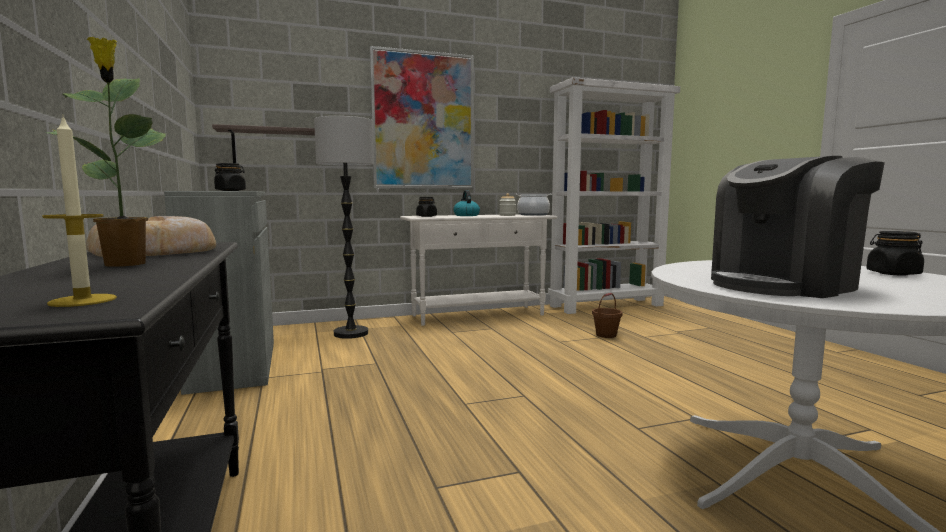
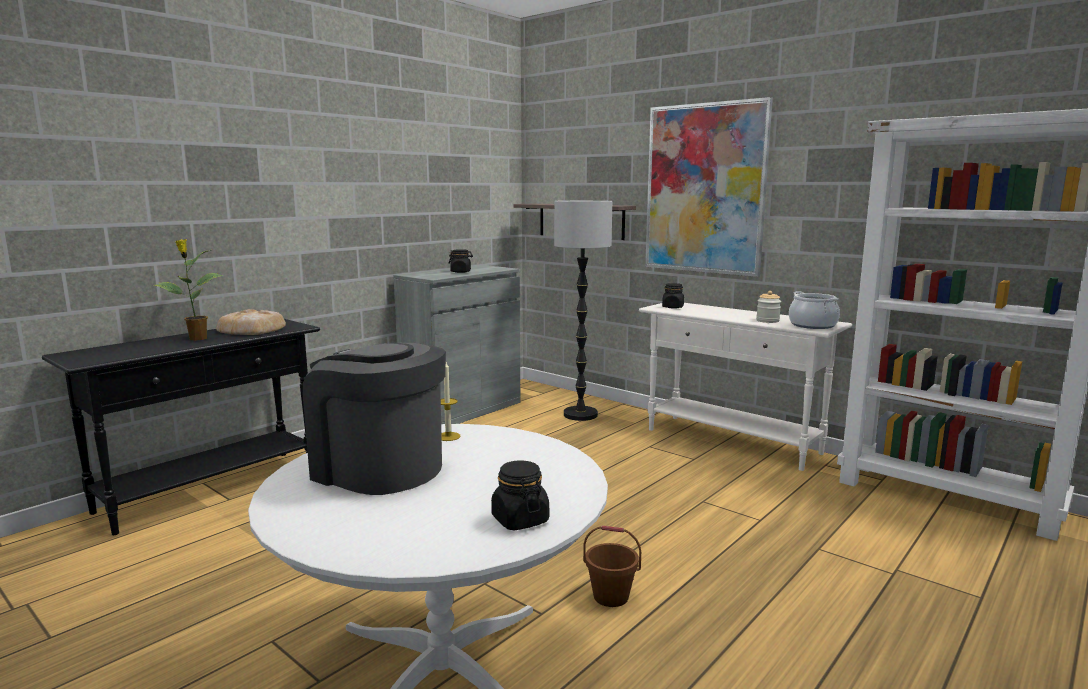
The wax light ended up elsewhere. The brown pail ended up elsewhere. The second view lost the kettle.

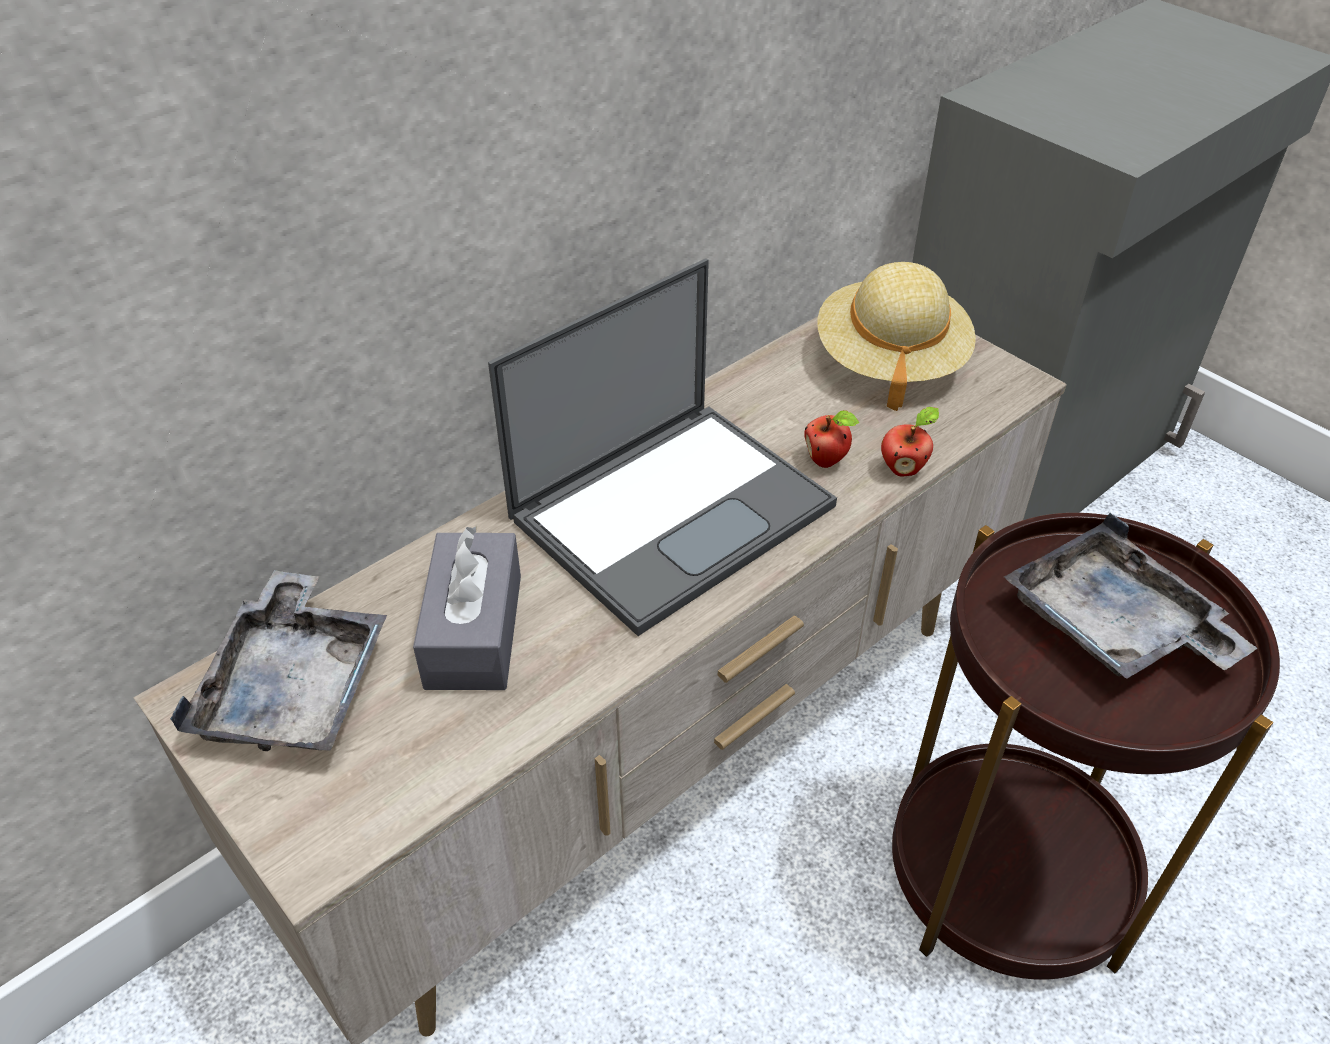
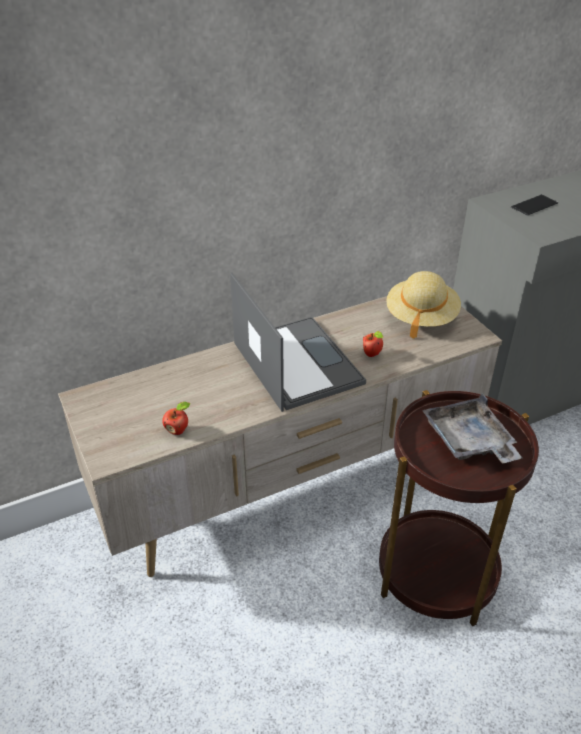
The apple (no. 2 from left in the first image) ended up elsewhere. The portable computer ended up facing another way, 90 degrees counterclockwise from before. The second view gained the handset. The second view lost the grey carrying tray (no. 1 from left). The second view lost the grey tissue box.

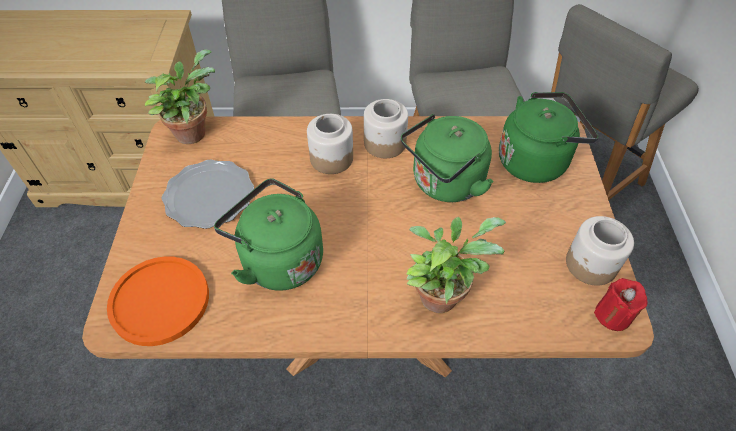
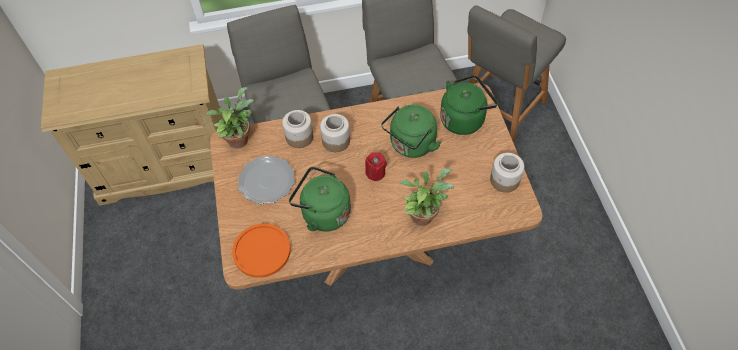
The jar (no. 2 from left in the first image) ended up elsewhere. The red wax light ended up elsewhere.

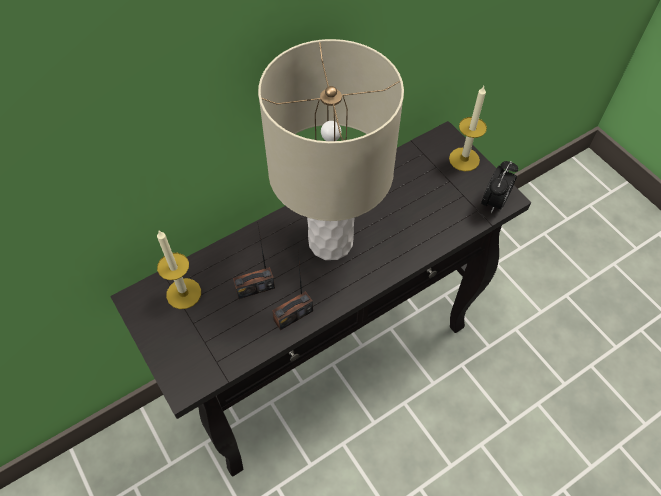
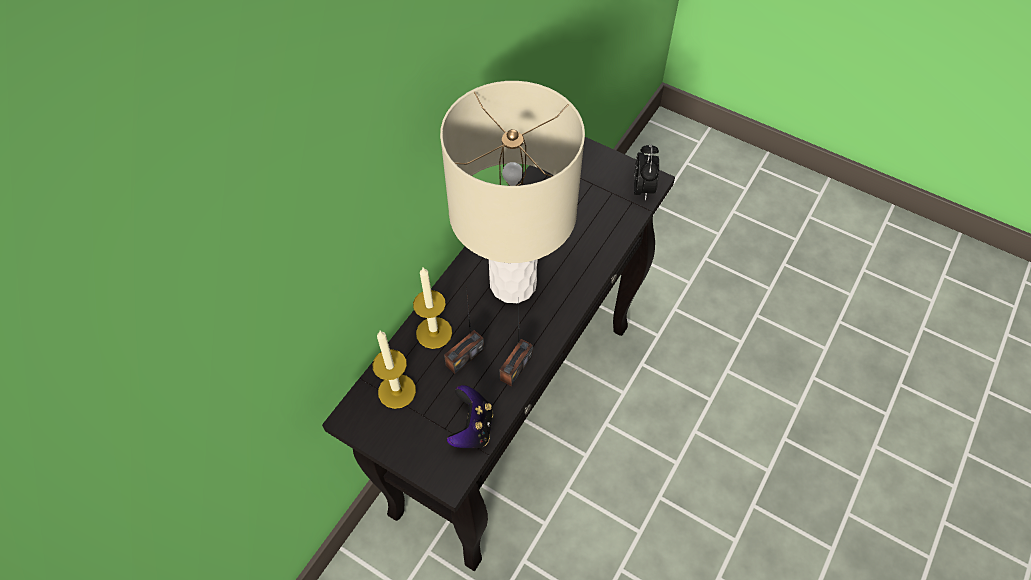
The wax light (no. 2 from left) ended up elsewhere. The second view gained the joypad.

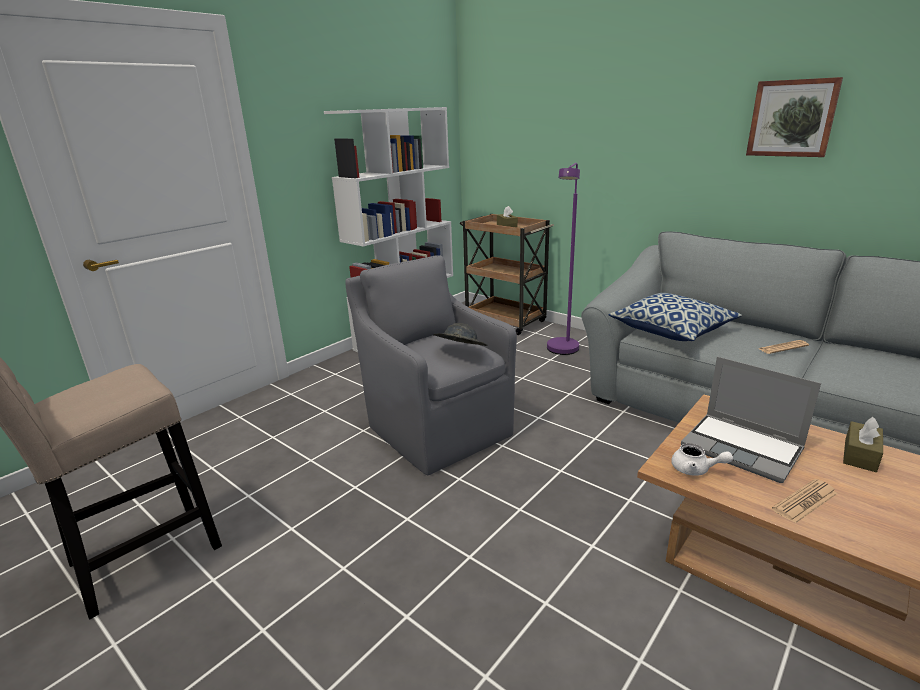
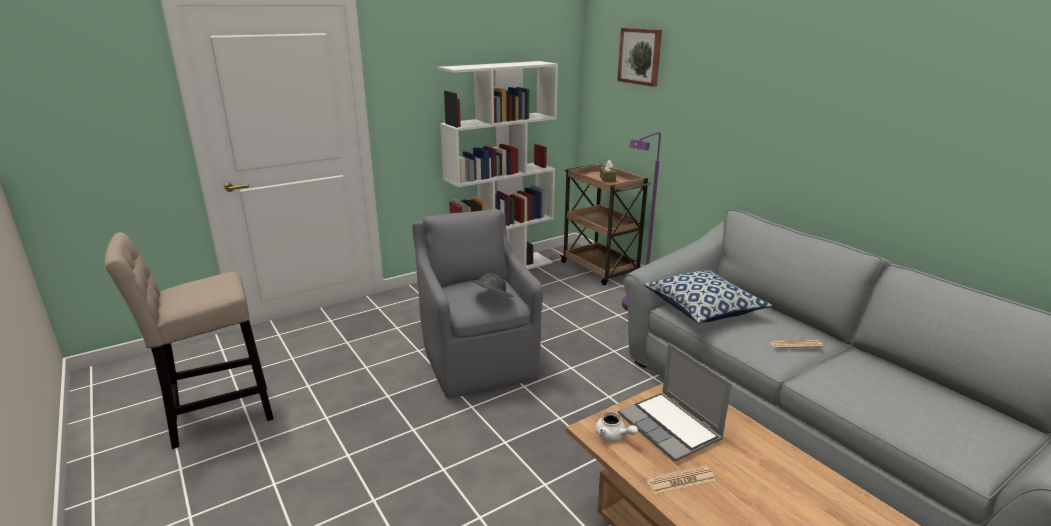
The wall art ended up elsewhere. The second view lost the brown tissue box (no. 2 from left).

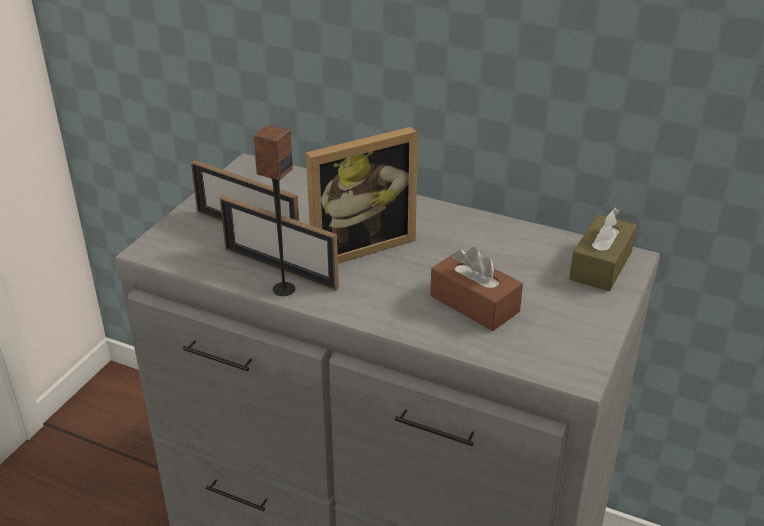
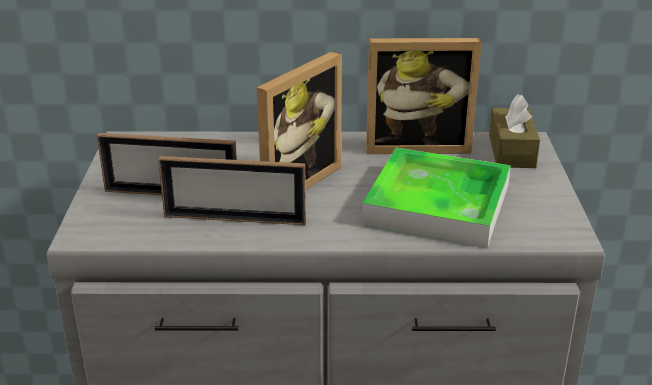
Where the brown tissue box (no. 1 from left) stood, the carrying tray came to stand. The second view gained the picture frame (no. 4 from left). The second view lost the speaker.

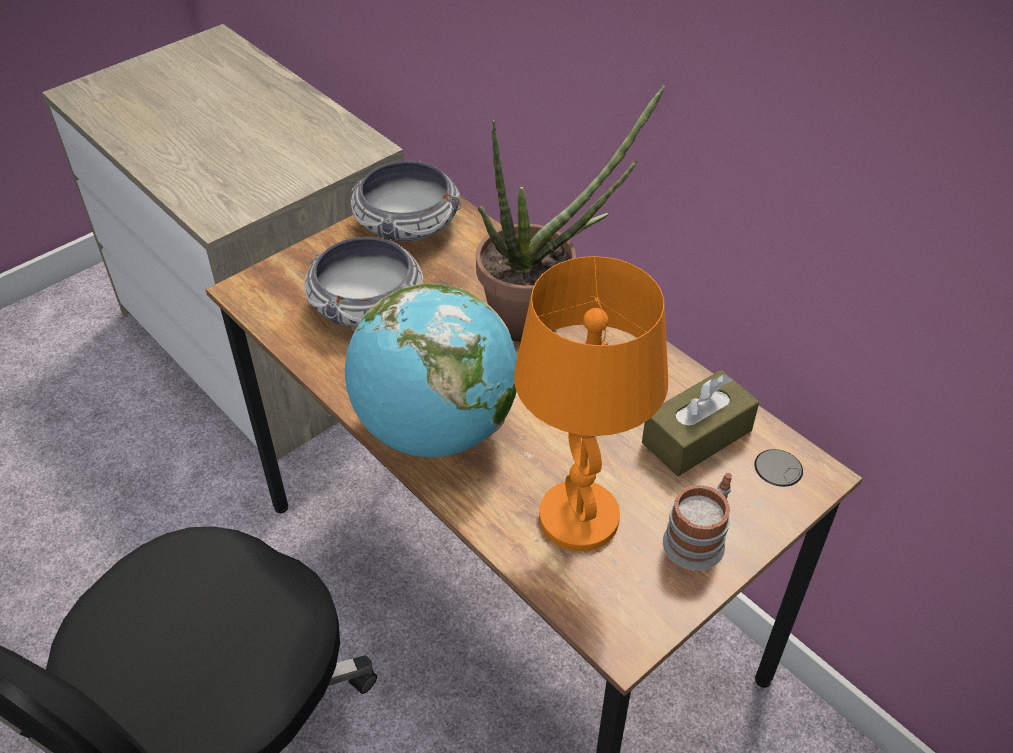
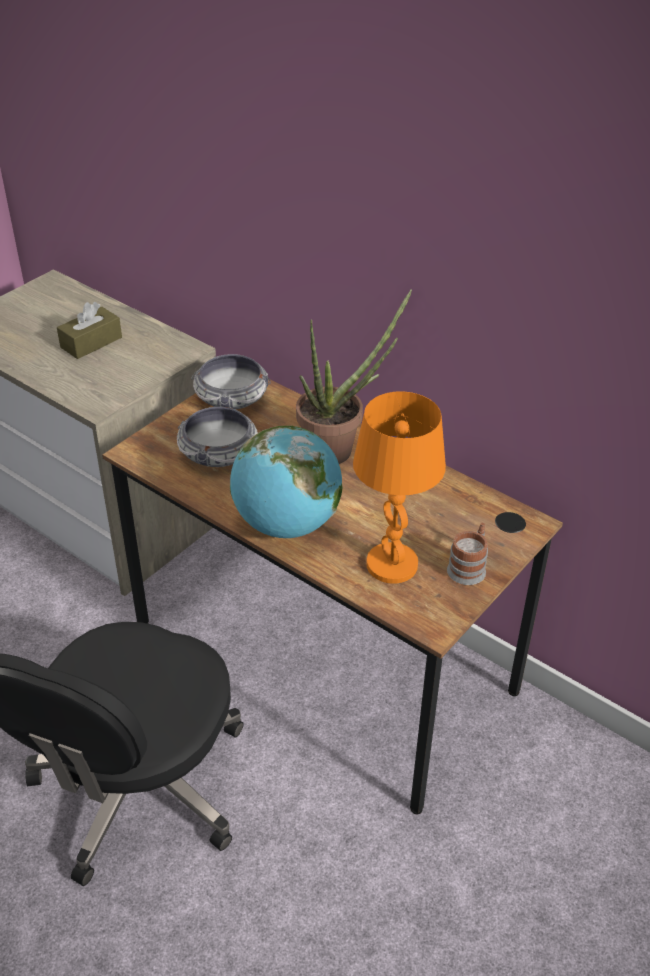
The brown tissue box ended up elsewhere.

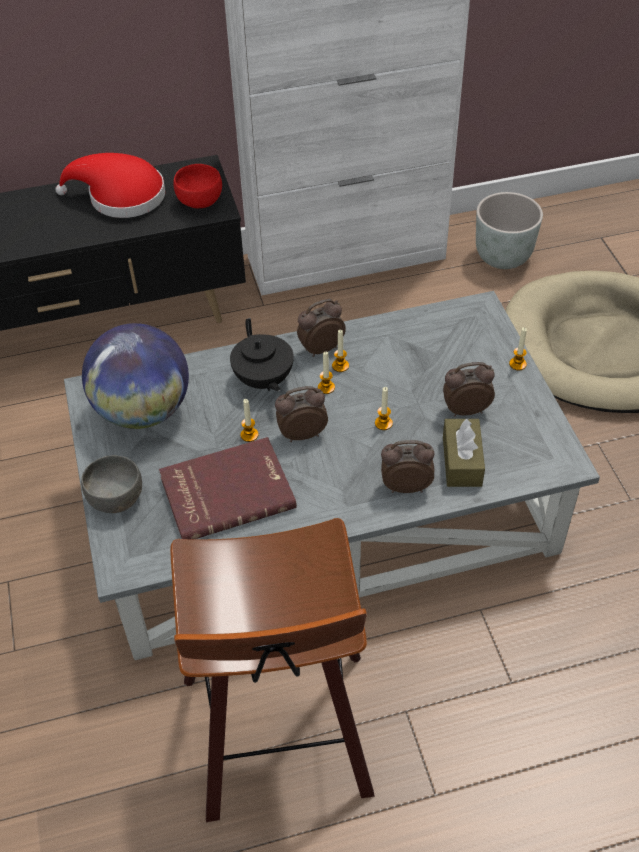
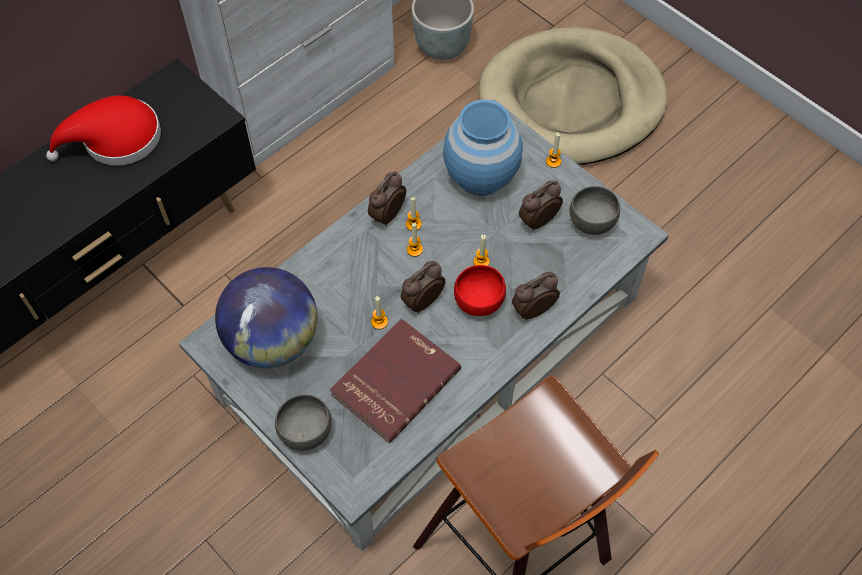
The second view gained the blue vase. The red serving bowl ended up elsewhere. The second view gained the grey serving bowl (no. 2 from left). The second view lost the black-coloured teapot. The second view lost the brown tissue box.

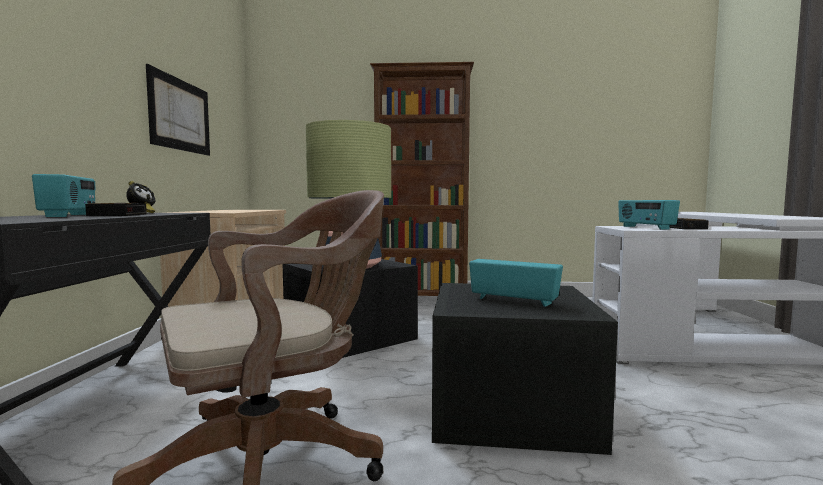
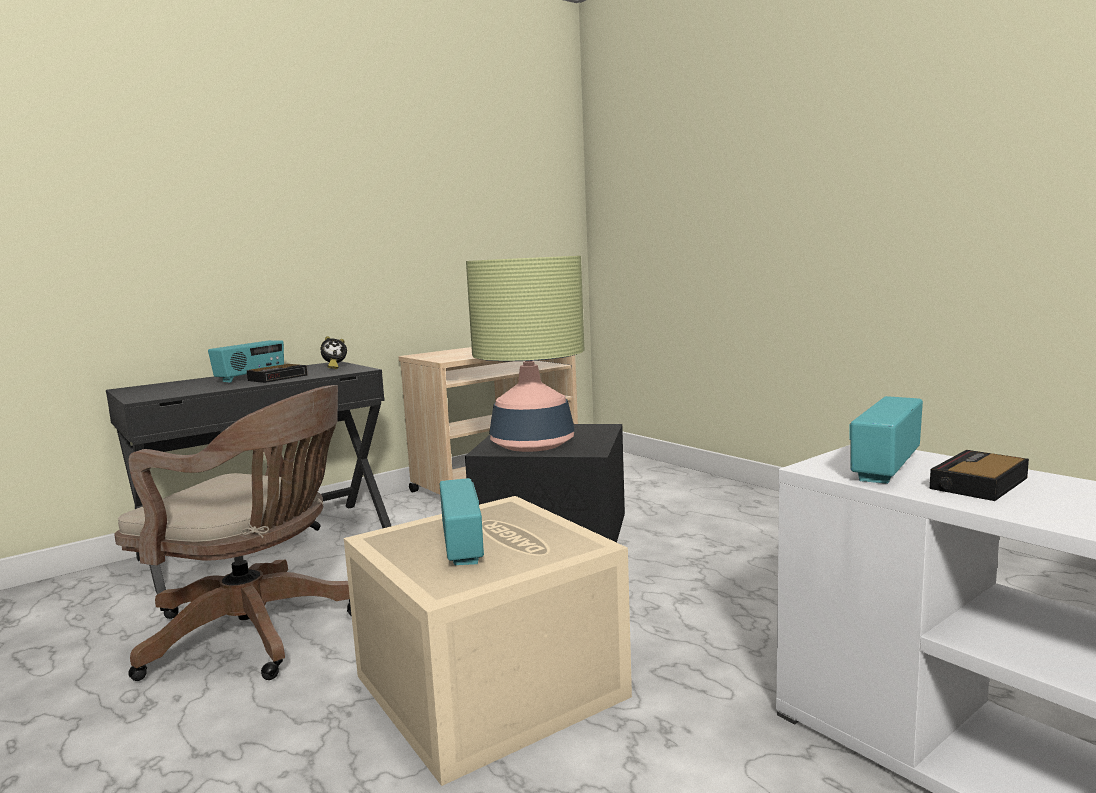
What was the black-coloured storage bin (no. 2 from left) turned into the beige storage bin. The second view lost the wall art. The second view lost the brown bookcase.

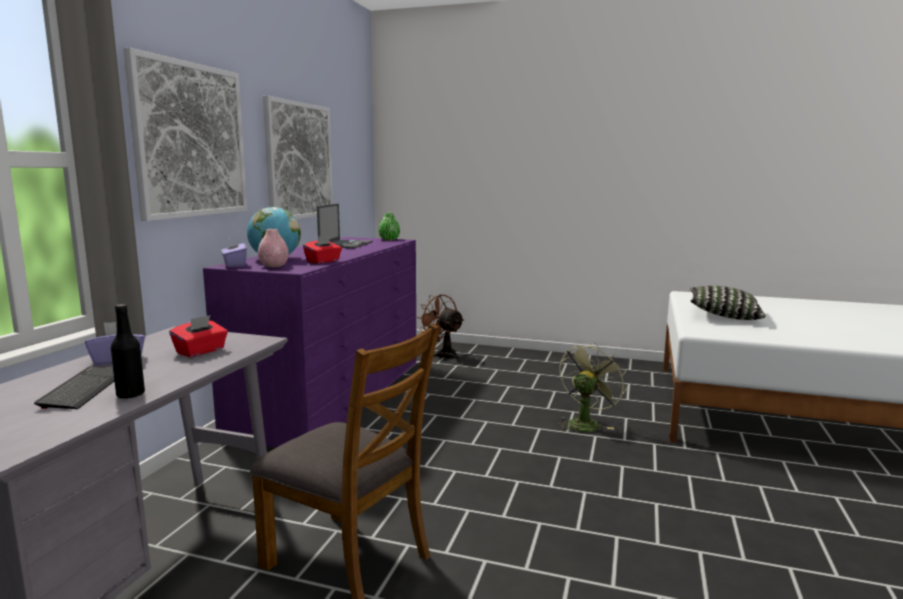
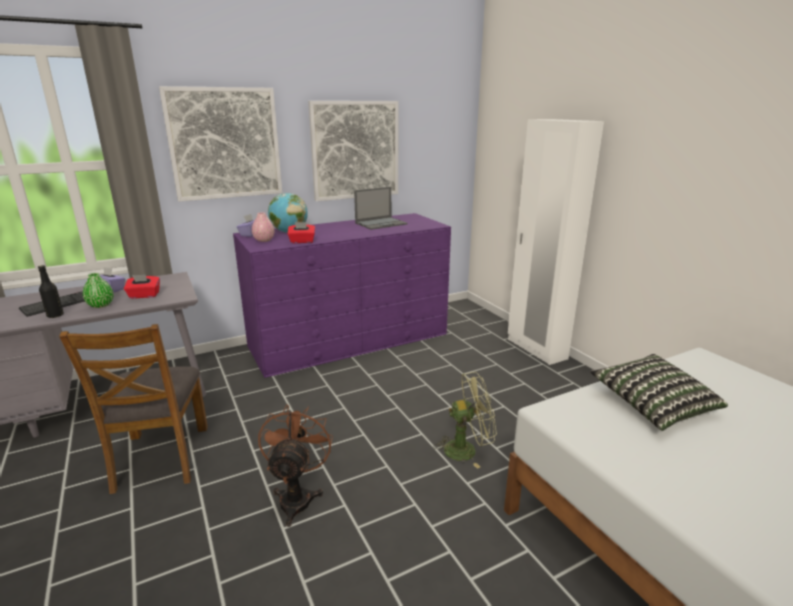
The green vase ended up elsewhere. The brown electric fan ended up elsewhere. The second view gained the whitish clothes cupboard.

